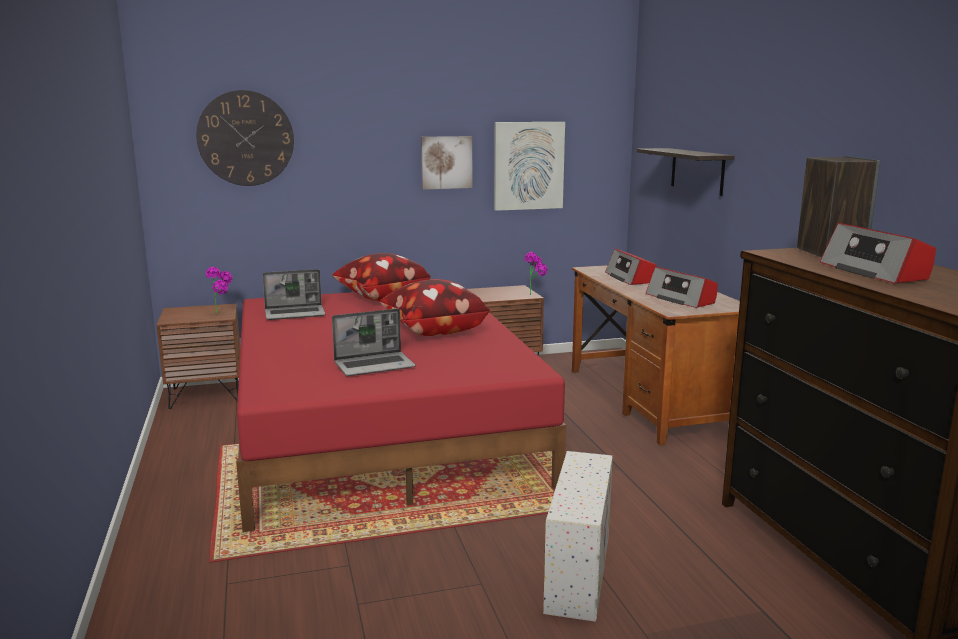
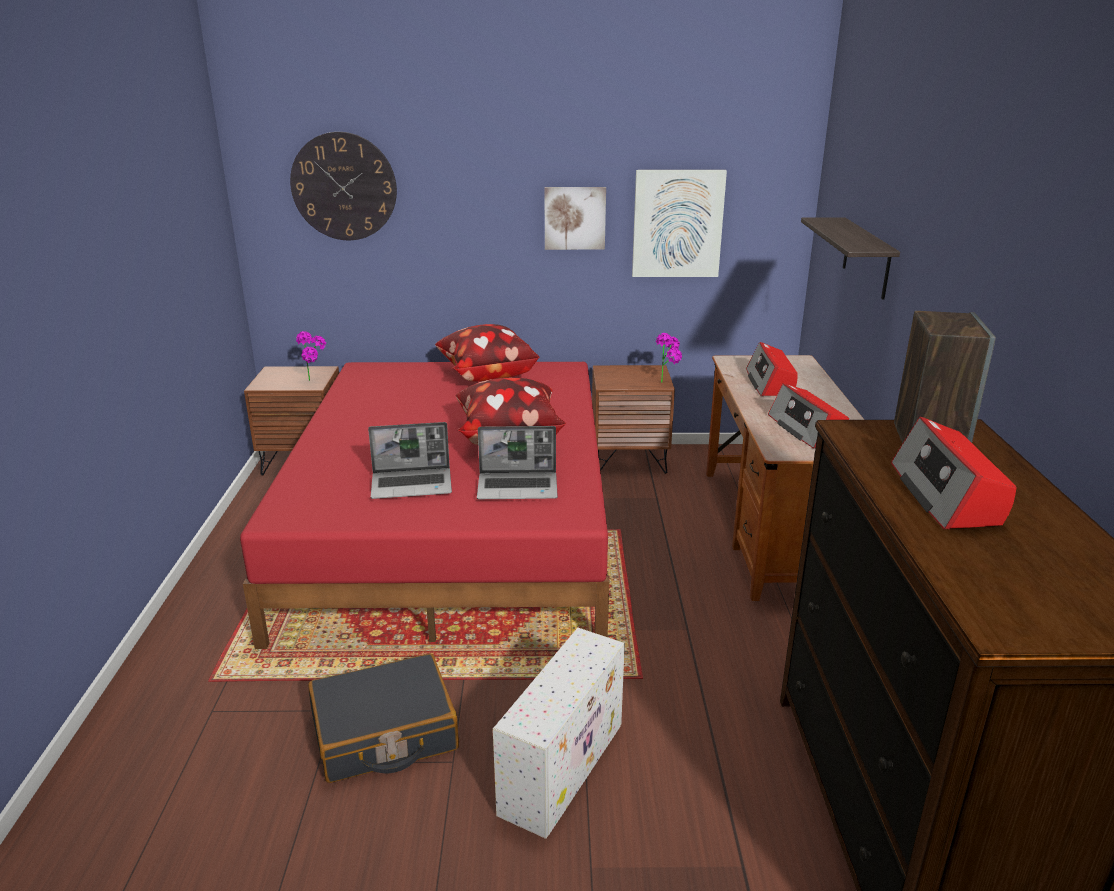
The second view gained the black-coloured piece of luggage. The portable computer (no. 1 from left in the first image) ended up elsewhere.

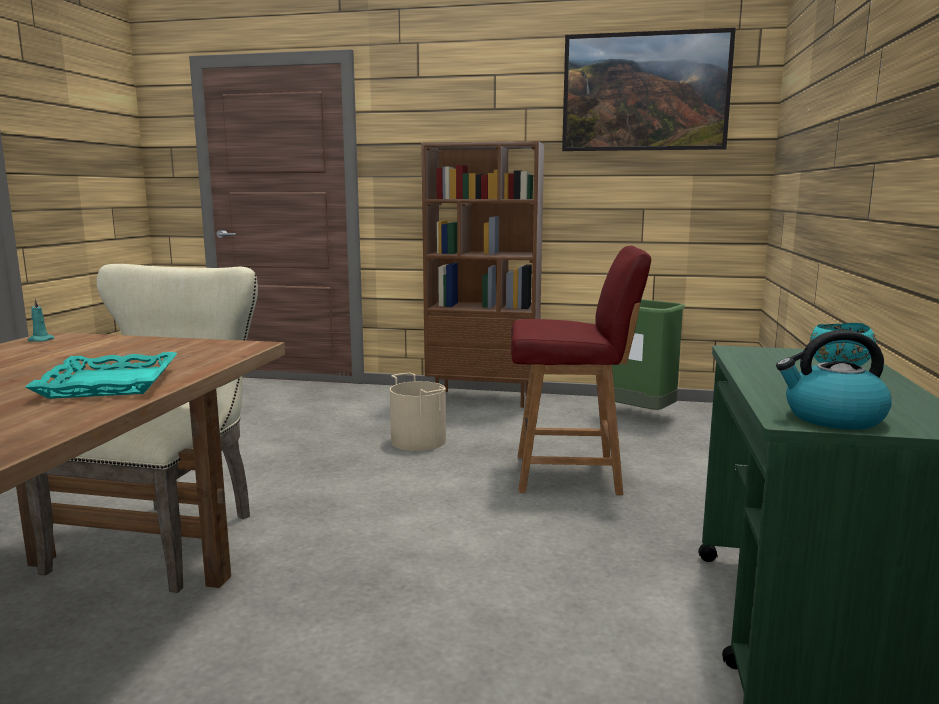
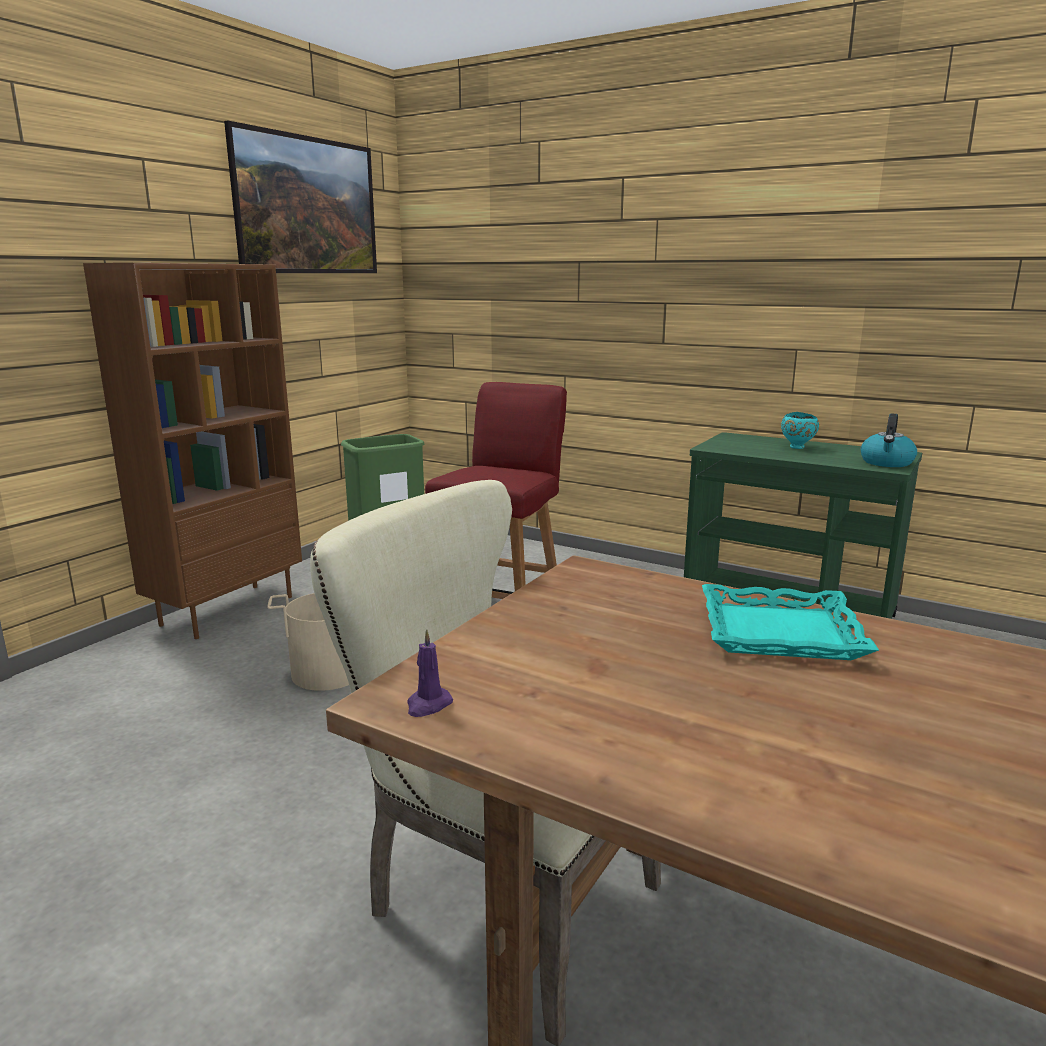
What was the turquoise wax light turned into the purple-coloured wax light.

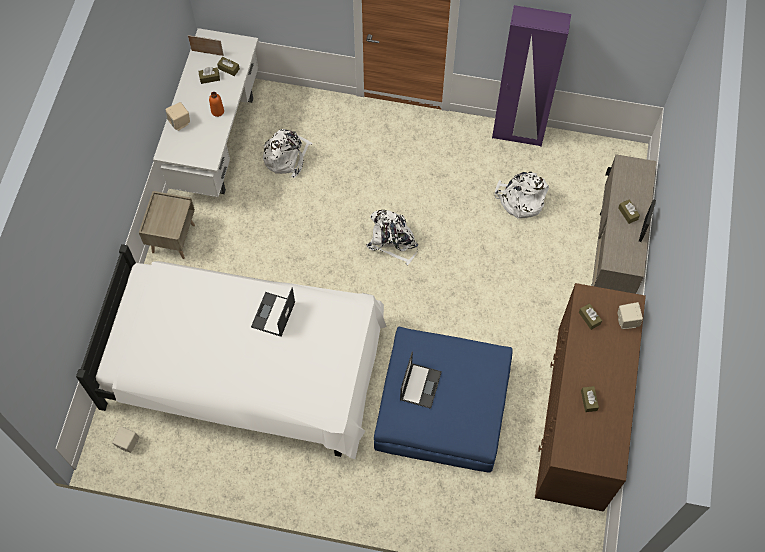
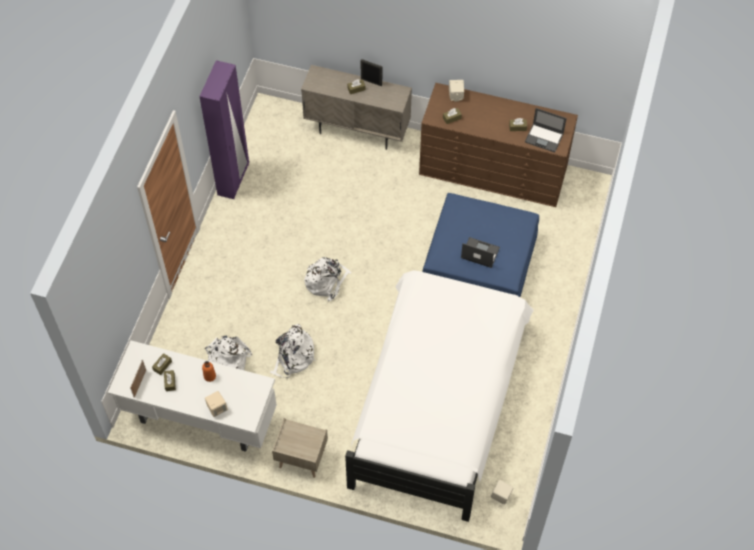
The whitish knapsack (no. 3 from left in the first image) ended up elsewhere. The portable computer (no. 1 from left in the first image) ended up elsewhere.

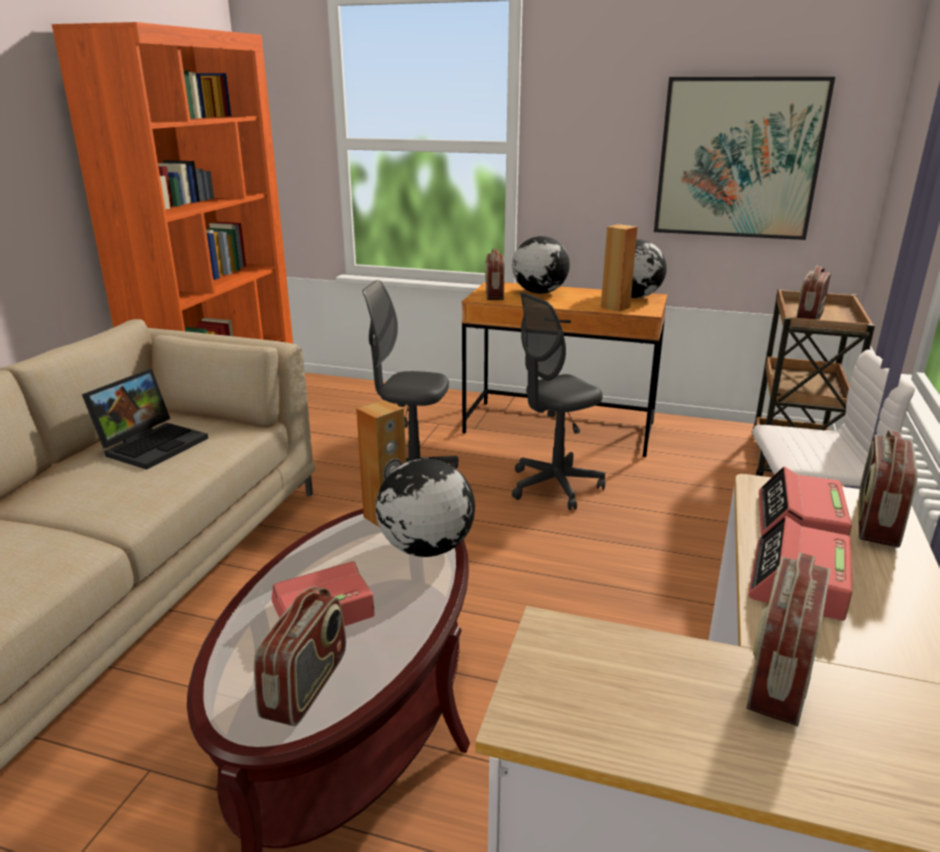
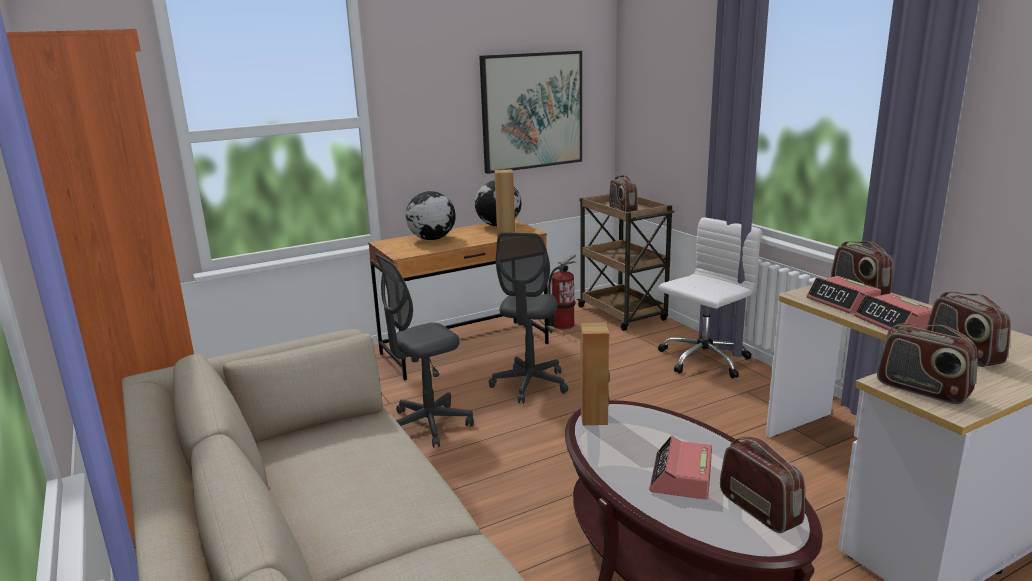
The second view gained the extinguisher. The radio receiver (no. 2 from left in the first image) ended up elsewhere. The second view lost the portable computer. The second view lost the world globe (no. 1 from left).

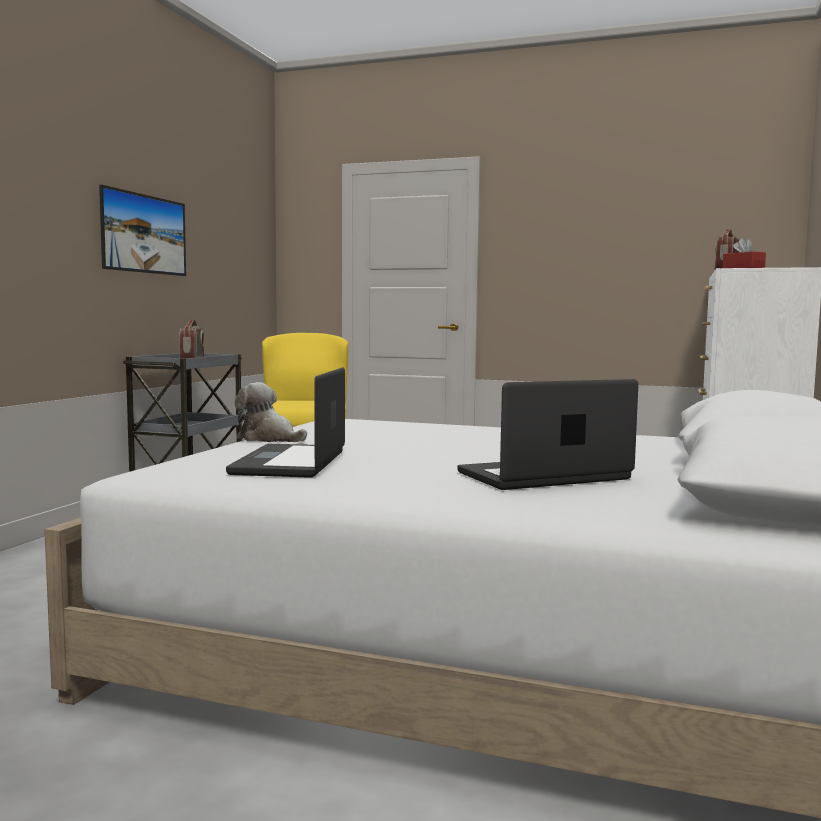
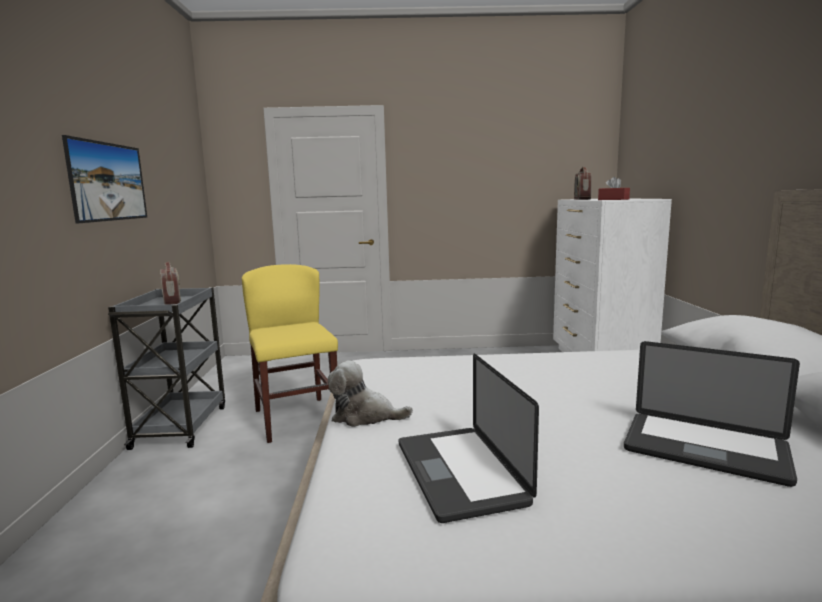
The portable computer (no. 2 from left) ended up facing another way, 105 degrees counterclockwise from before.

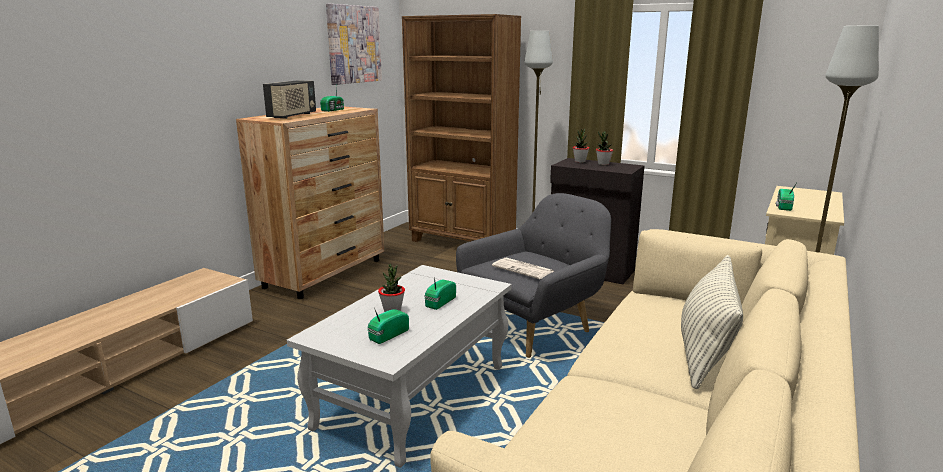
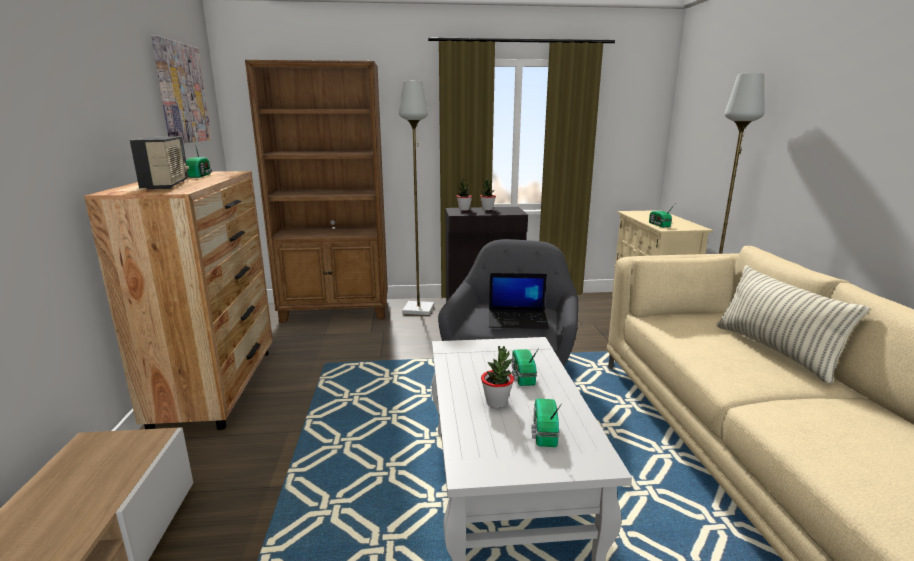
Where the daily paper stood, the portable computer came to stand.

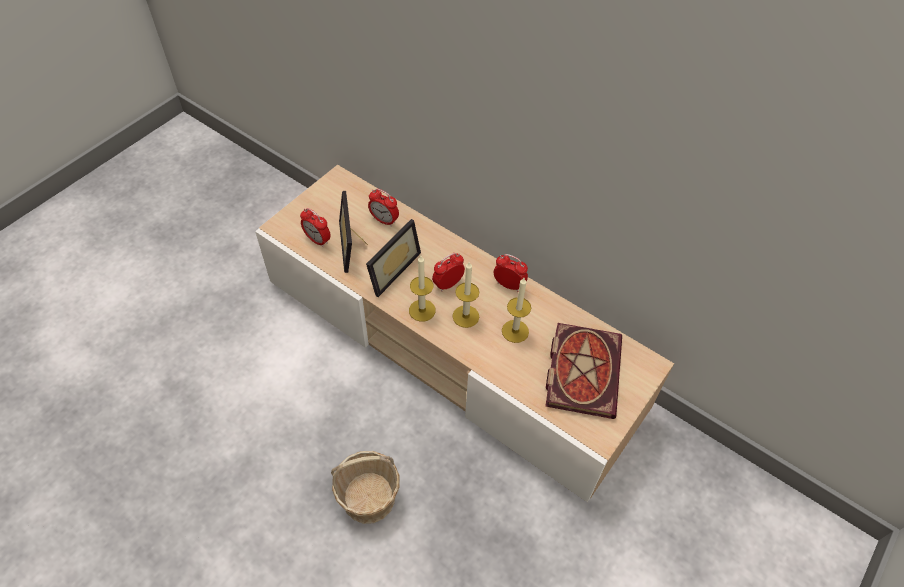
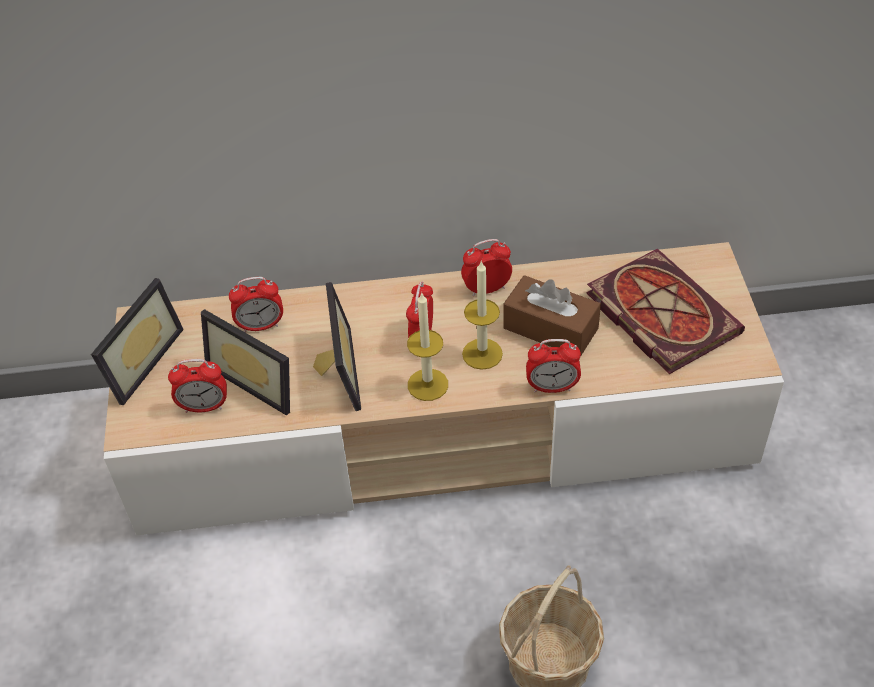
The second view gained the picture frame (no. 1 from left). Where the wax light (no. 3 from left) stood, the brown tissue box came to stand. The second view gained the bedside clock (no. 5 from left).

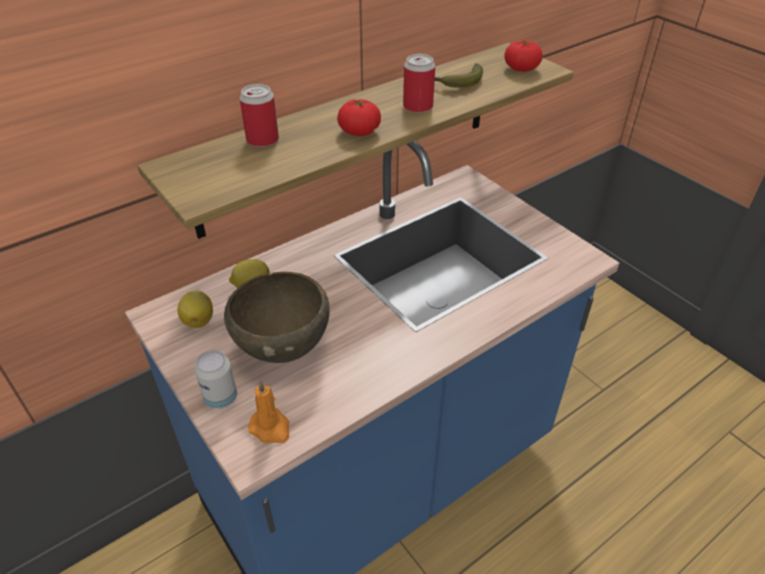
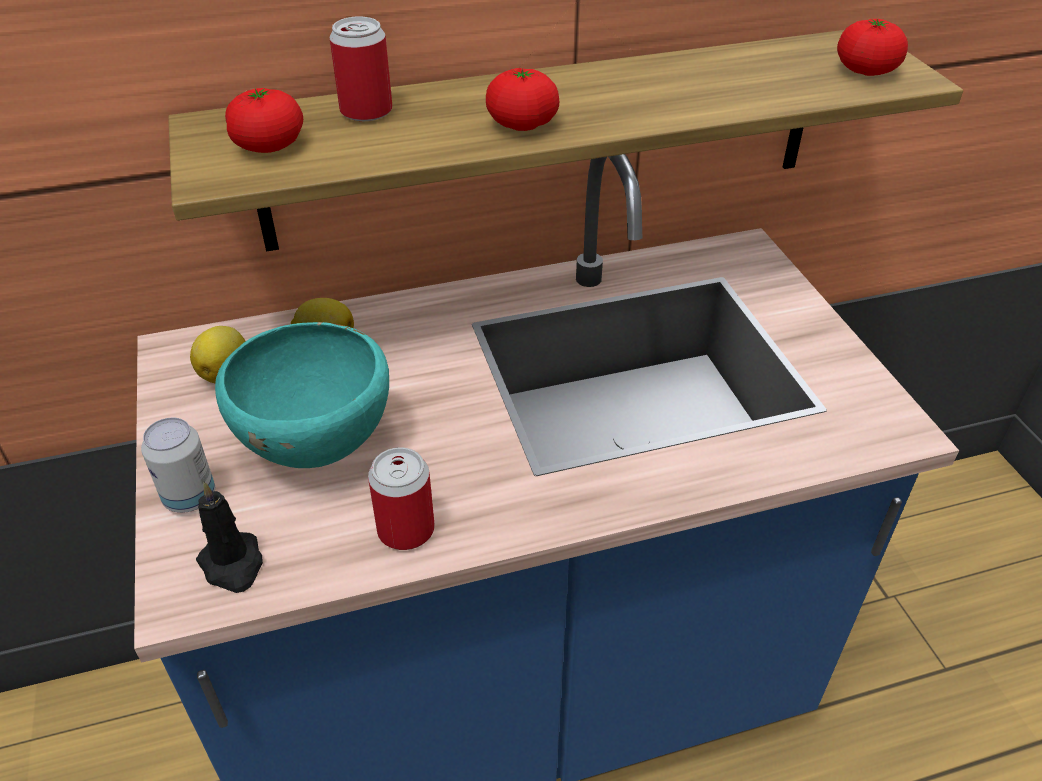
What was the orangey wax light turned into the black-coloured wax light. What was the brown serving bowl turned into the turquoise serving bowl. The second view gained the tomato (no. 1 from left). The sealed can (no. 3 from left) ended up elsewhere. The second view lost the whole banana.

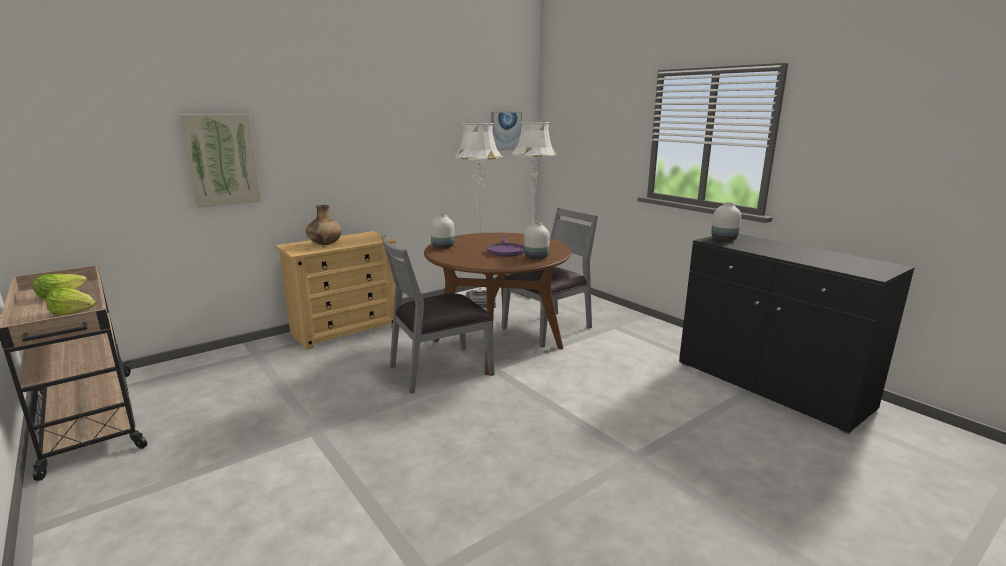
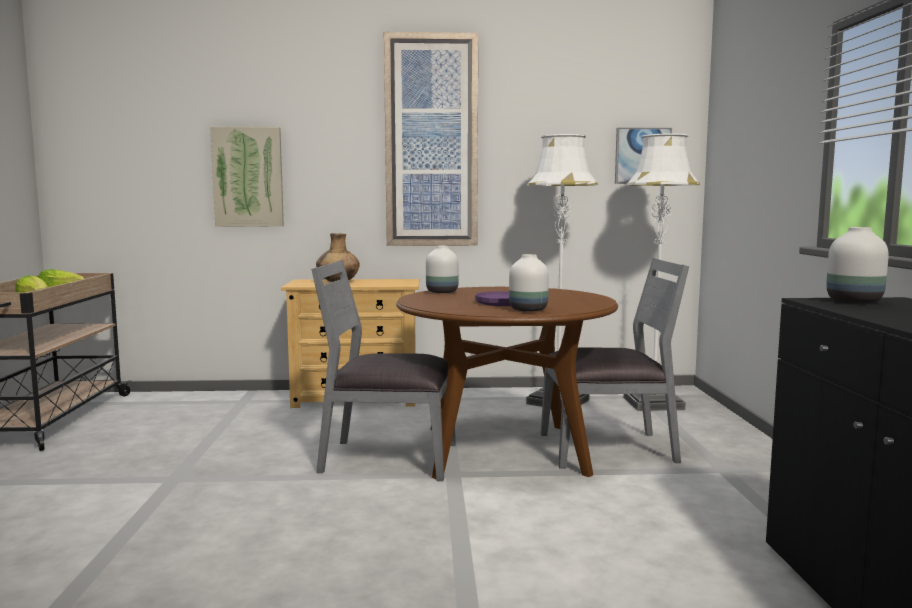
The second view gained the wall art (no. 2 from left).

